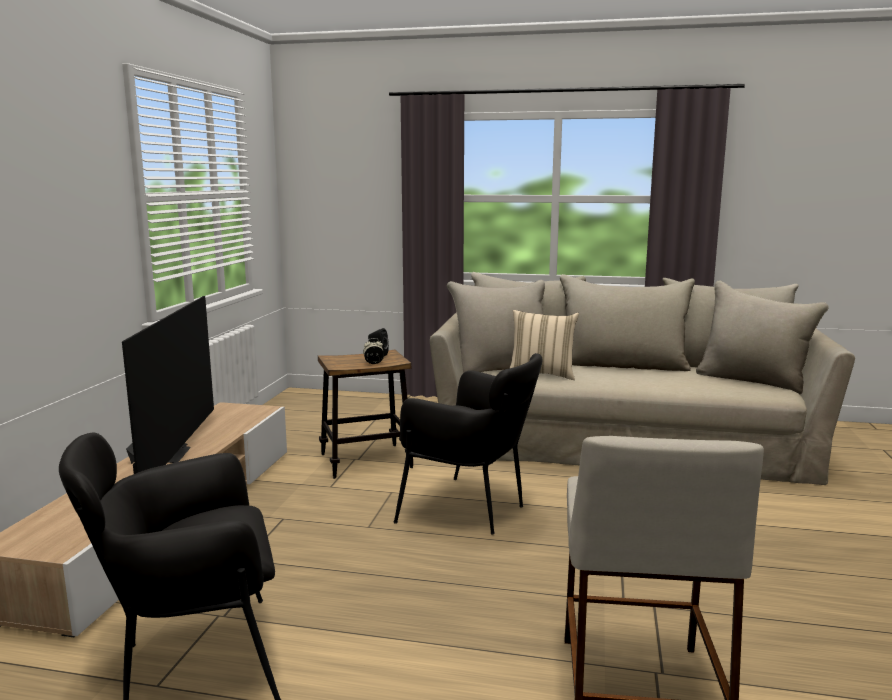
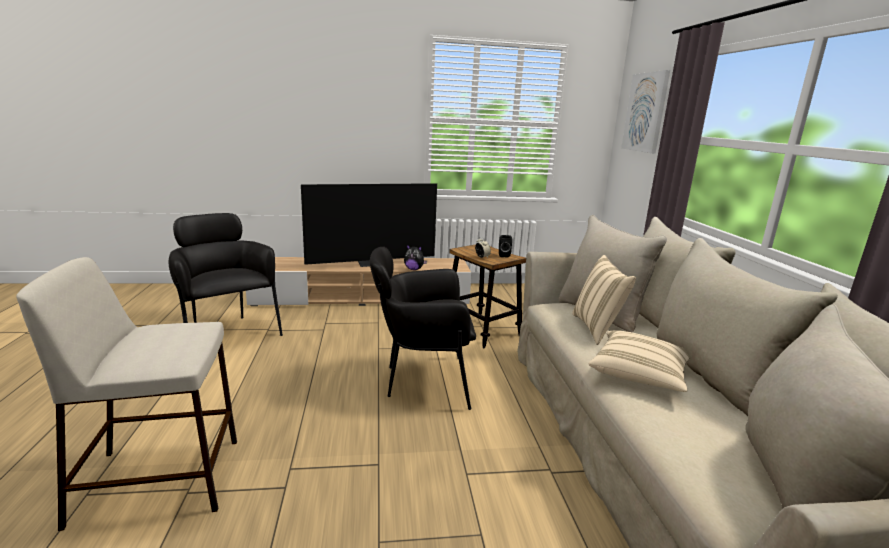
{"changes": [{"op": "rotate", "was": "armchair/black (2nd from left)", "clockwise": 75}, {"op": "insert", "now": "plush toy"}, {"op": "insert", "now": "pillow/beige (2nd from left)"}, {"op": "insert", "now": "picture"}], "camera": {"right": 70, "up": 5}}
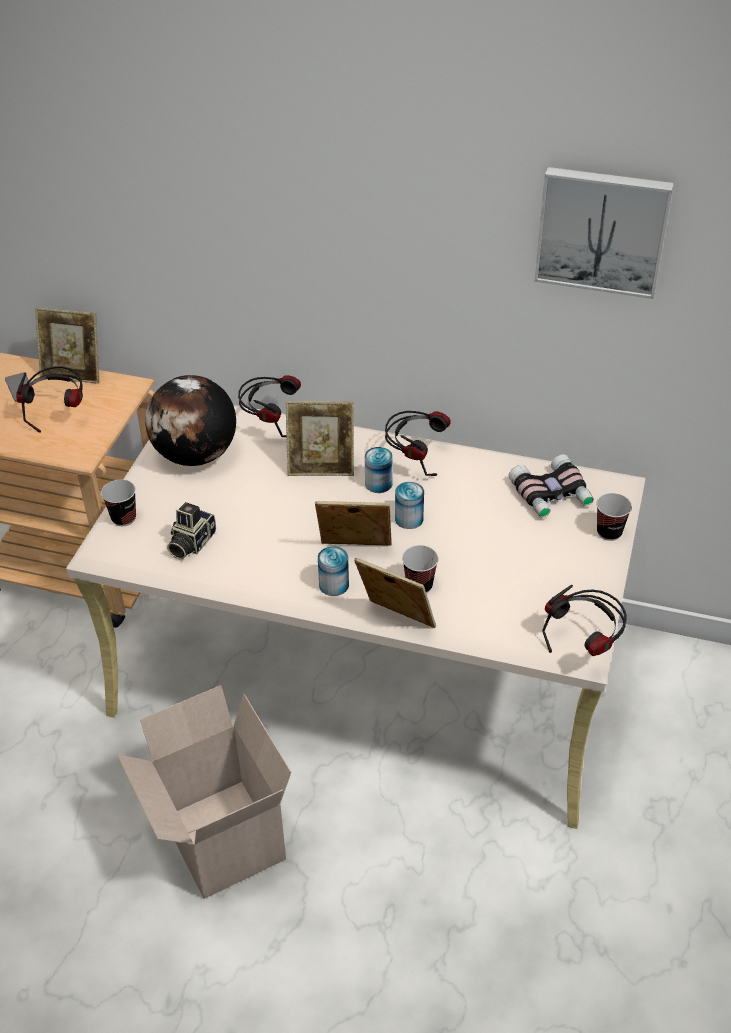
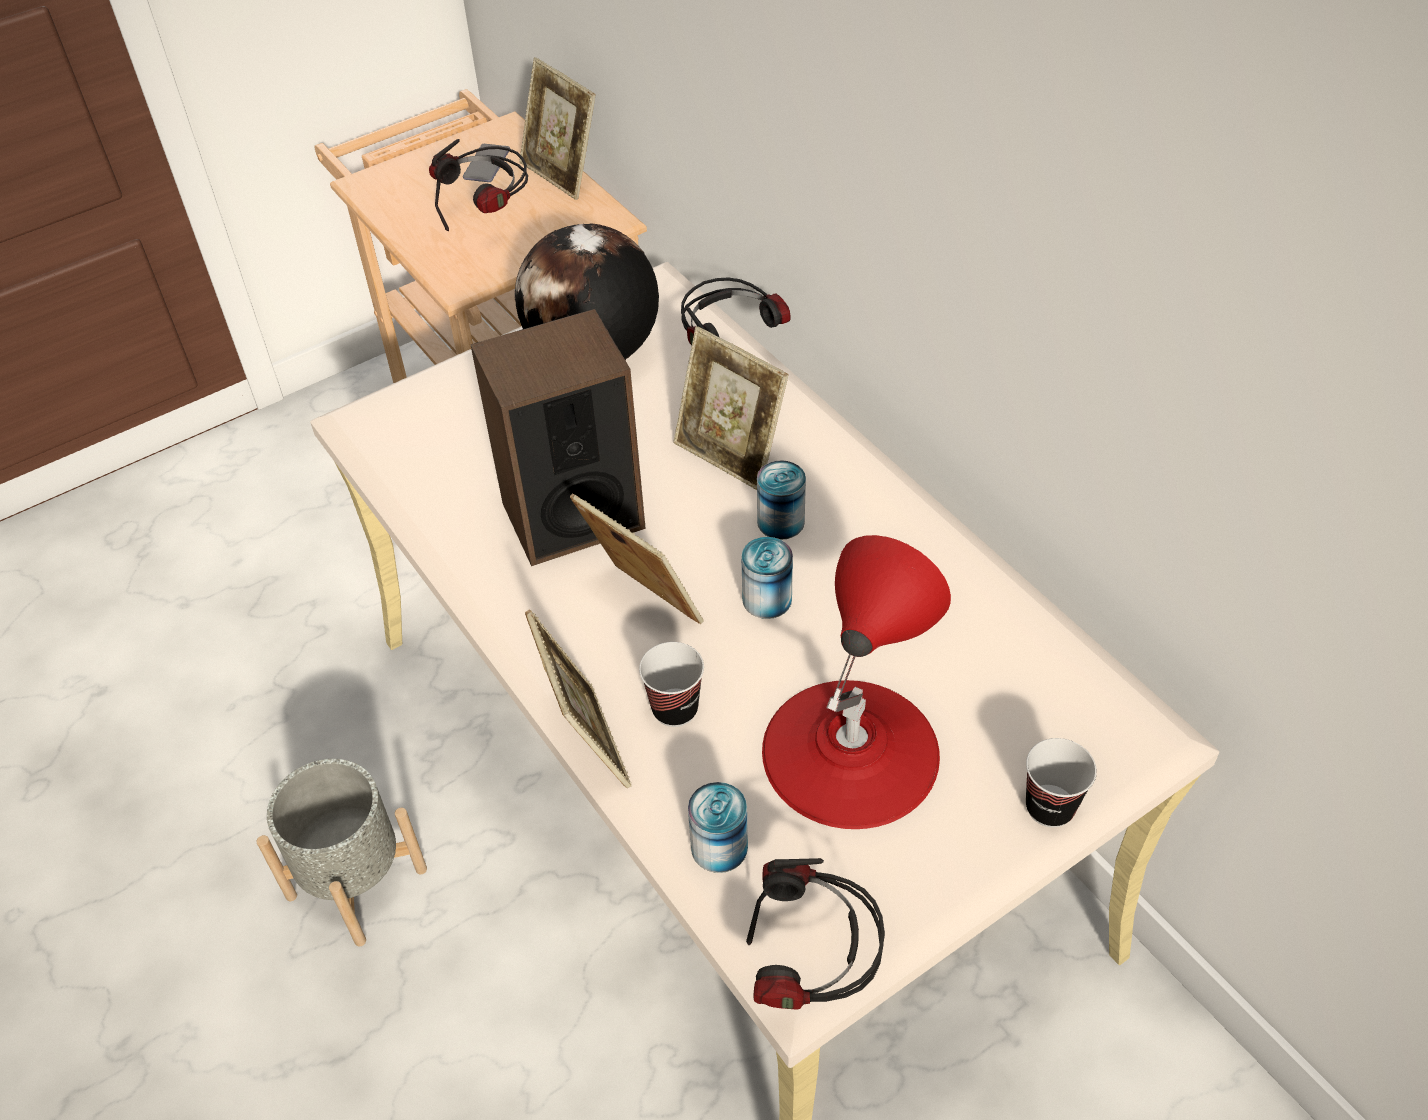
{"changes": [{"op": "delete", "was": "cup (1st from left)"}, {"op": "replace", "was": "cardboard box", "now": "planter/grey"}, {"op": "delete", "was": "photo camera"}, {"op": "move", "was": "can (1st from left)"}, {"op": "delete", "was": "headphones (3rd from left)"}, {"op": "delete", "was": "binoculars"}, {"op": "delete", "was": "picture"}, {"op": "insert", "now": "speaker"}, {"op": "insert", "now": "table lamp/red"}], "camera": {"right": 40, "up": 5}}
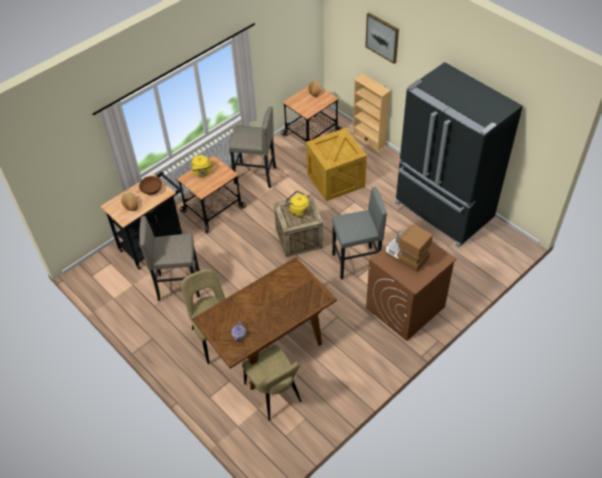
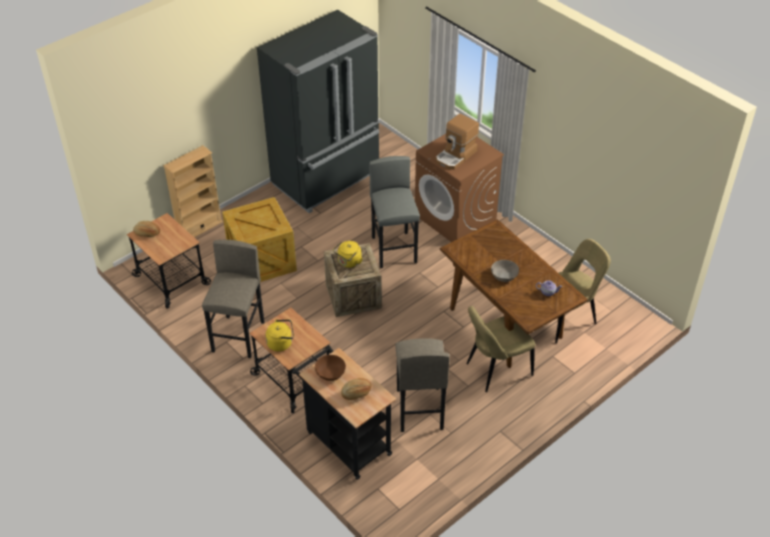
{"changes": [{"op": "delete", "was": "picture"}, {"op": "insert", "now": "bowl/grey"}], "camera": {"right": -90, "up": -5}}
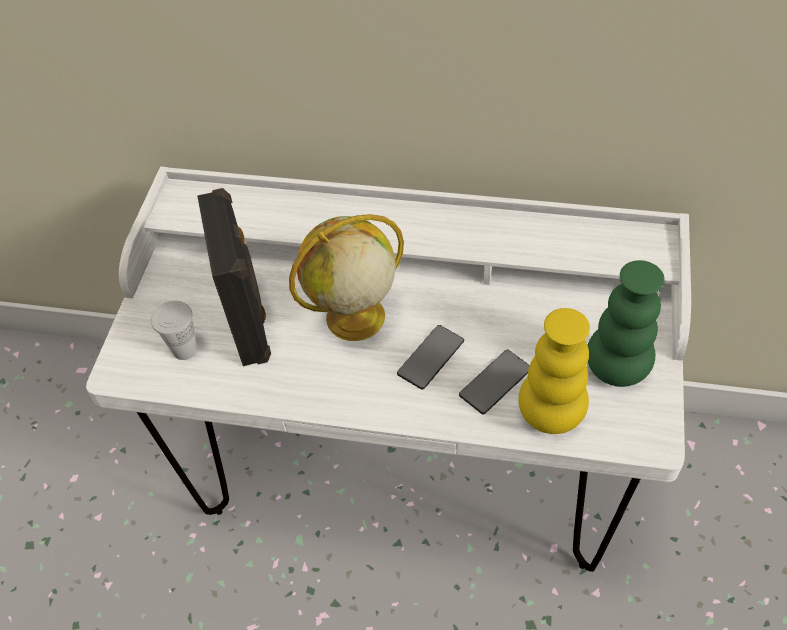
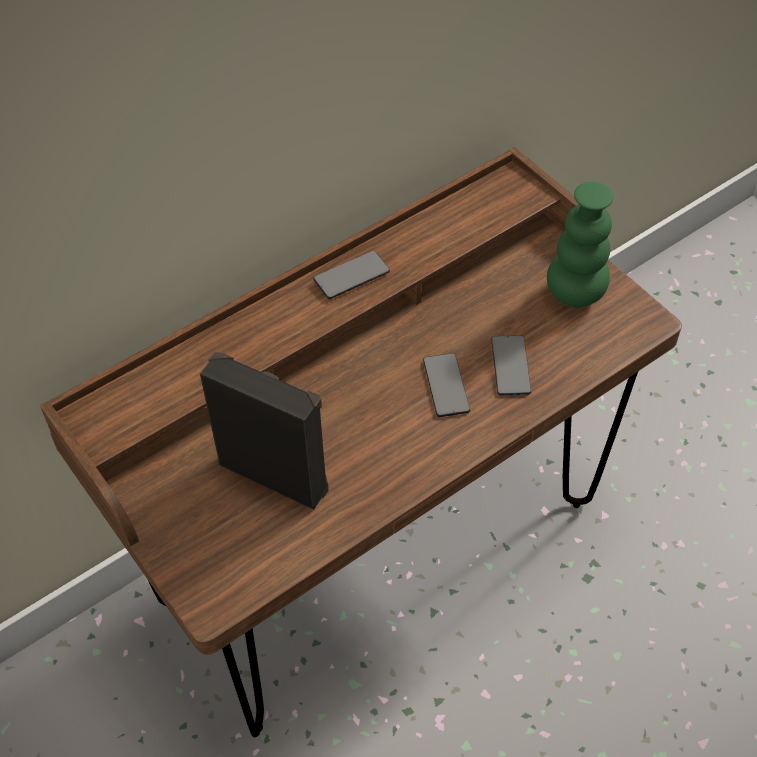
{"changes": [{"op": "recolor", "was": "desk/white", "now": "desk/brown"}, {"op": "delete", "was": "cup/white"}, {"op": "delete", "was": "globe"}, {"op": "delete", "was": "vase/yellow"}, {"op": "insert", "now": "phone (1st from left)"}], "camera": {"right": -50, "up": 0}}
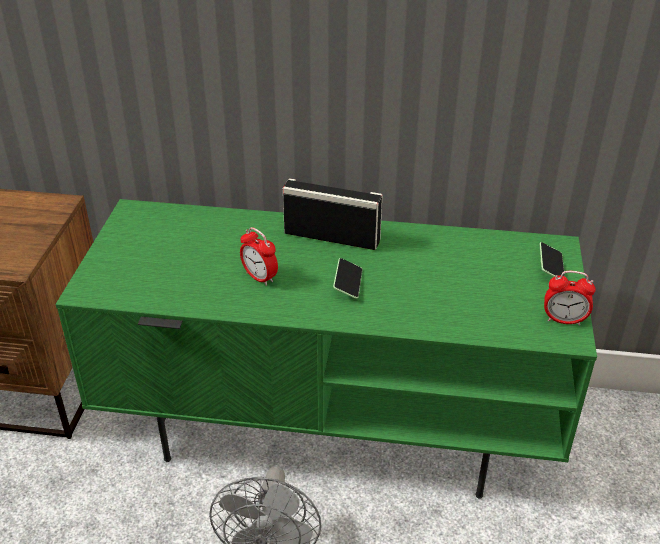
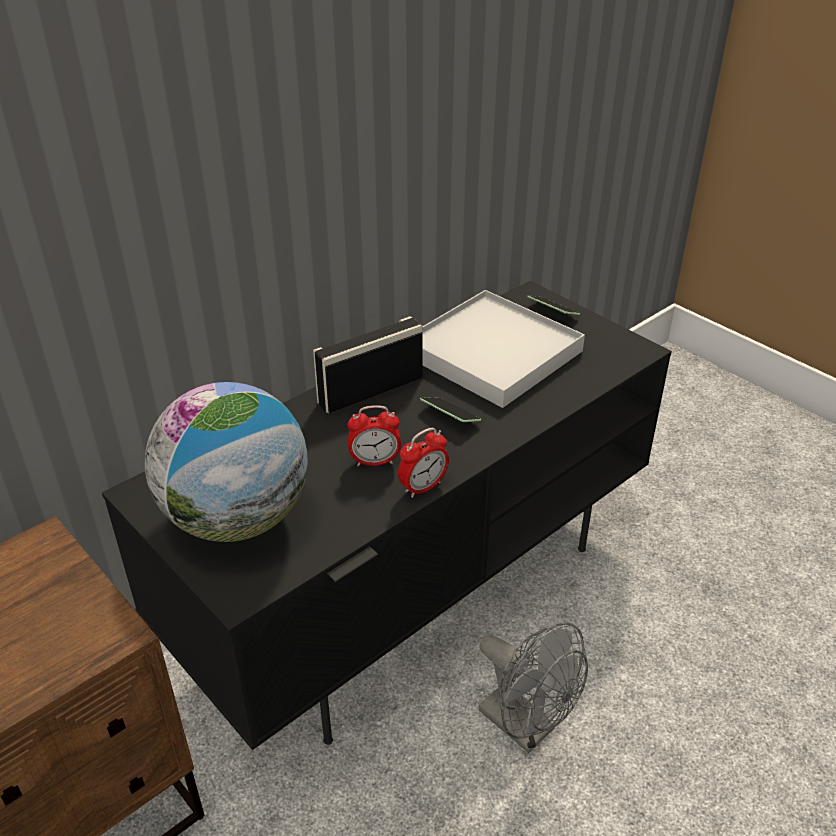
{"changes": [{"op": "recolor", "was": "tv stand/green", "now": "tv stand/black"}, {"op": "move", "was": "alarm clock (2nd from left)"}, {"op": "insert", "now": "globe"}, {"op": "insert", "now": "tray/white"}], "camera": {"right": -50, "up": 0}}
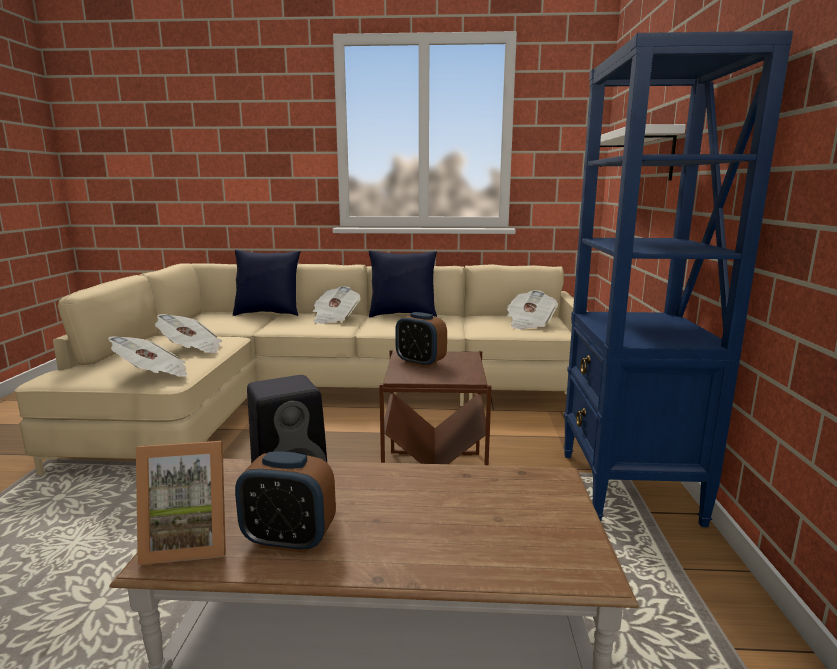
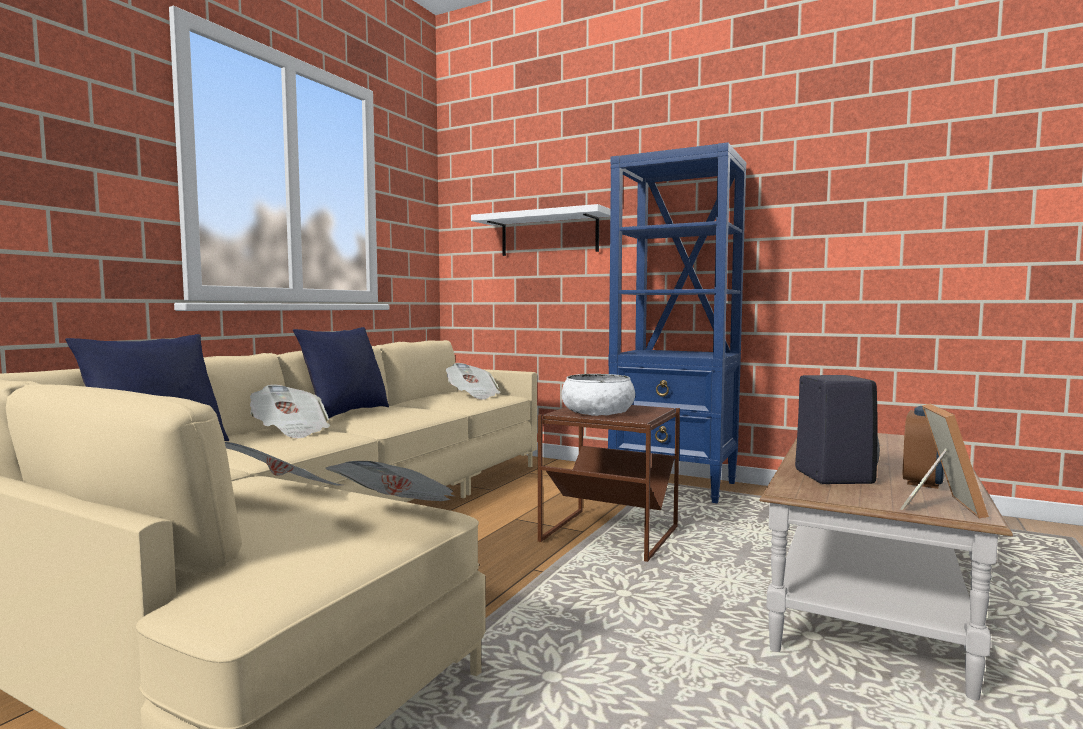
{"changes": [{"op": "replace", "was": "alarm clock (2nd from left)", "now": "bowl/white"}], "camera": {"right": -65, "up": -10}}
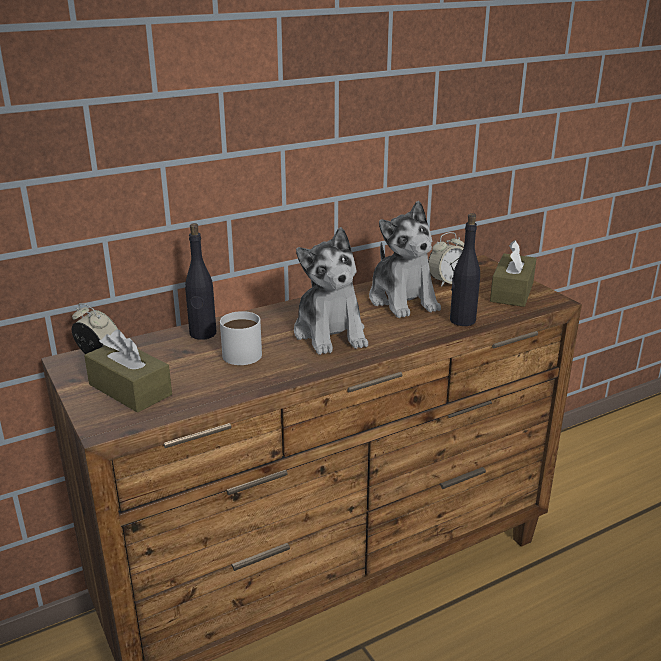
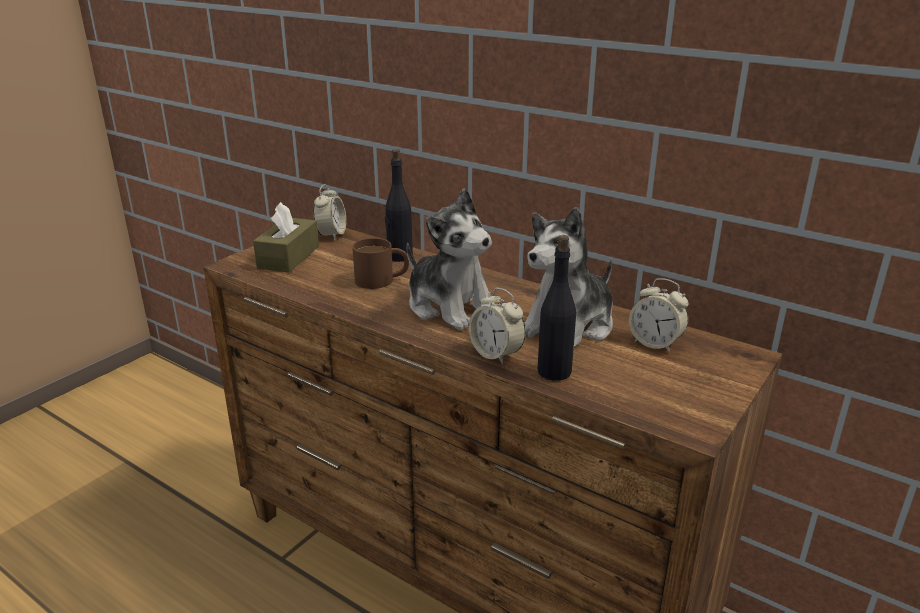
{"changes": [{"op": "recolor", "was": "mug/white", "now": "mug/brown"}, {"op": "rotate", "was": "plush toy (1st from left)", "clockwise": -90}, {"op": "delete", "was": "tissue box/brown (2nd from left)"}, {"op": "insert", "now": "alarm clock (2nd from left)"}], "camera": {"right": 65, "up": 0}}
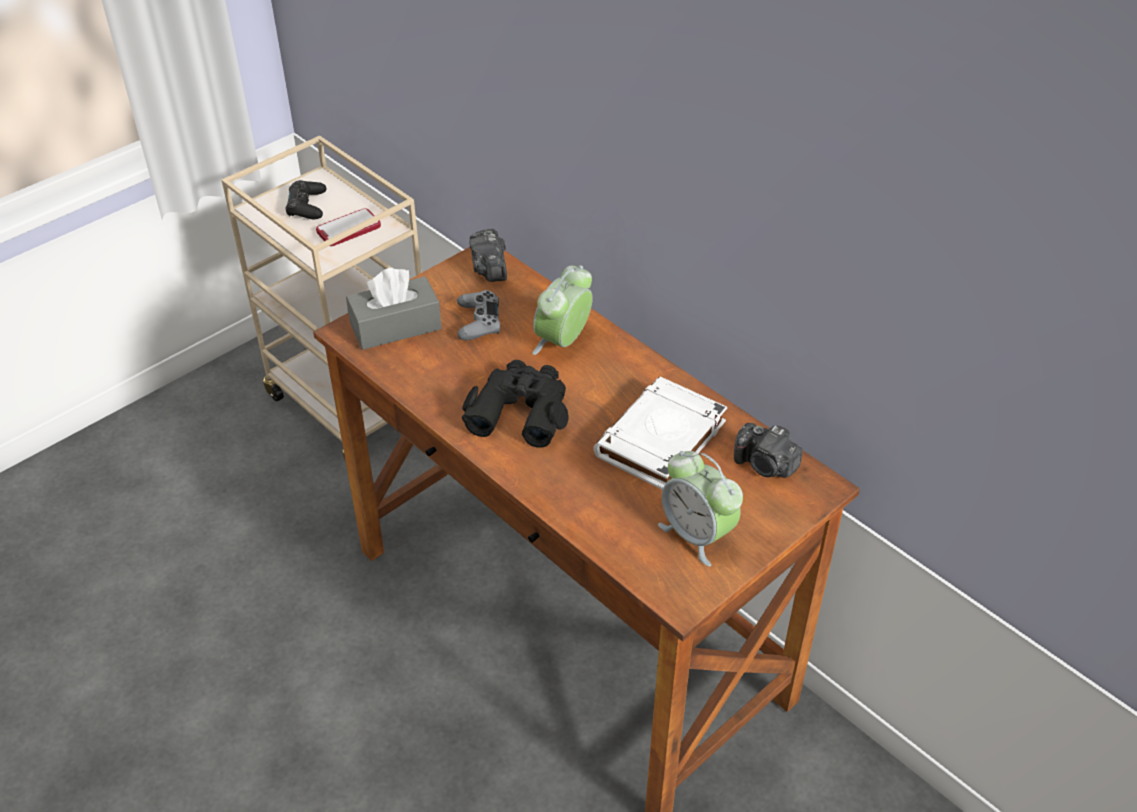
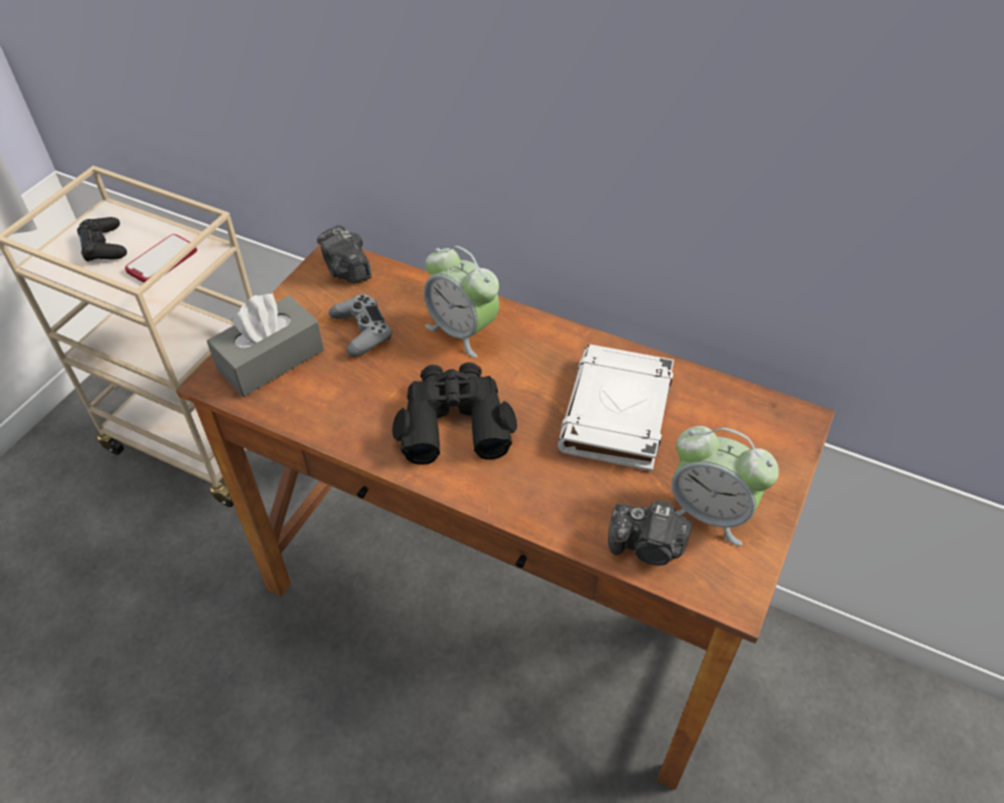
{"changes": [{"op": "rotate", "was": "alarm clock (1st from left)", "clockwise": -60}, {"op": "move", "was": "photo camera (2nd from left)"}], "camera": {"right": -20, "up": 5}}
